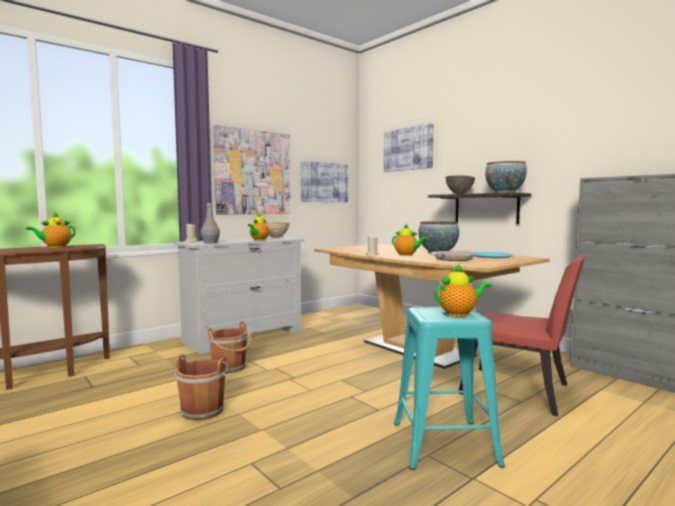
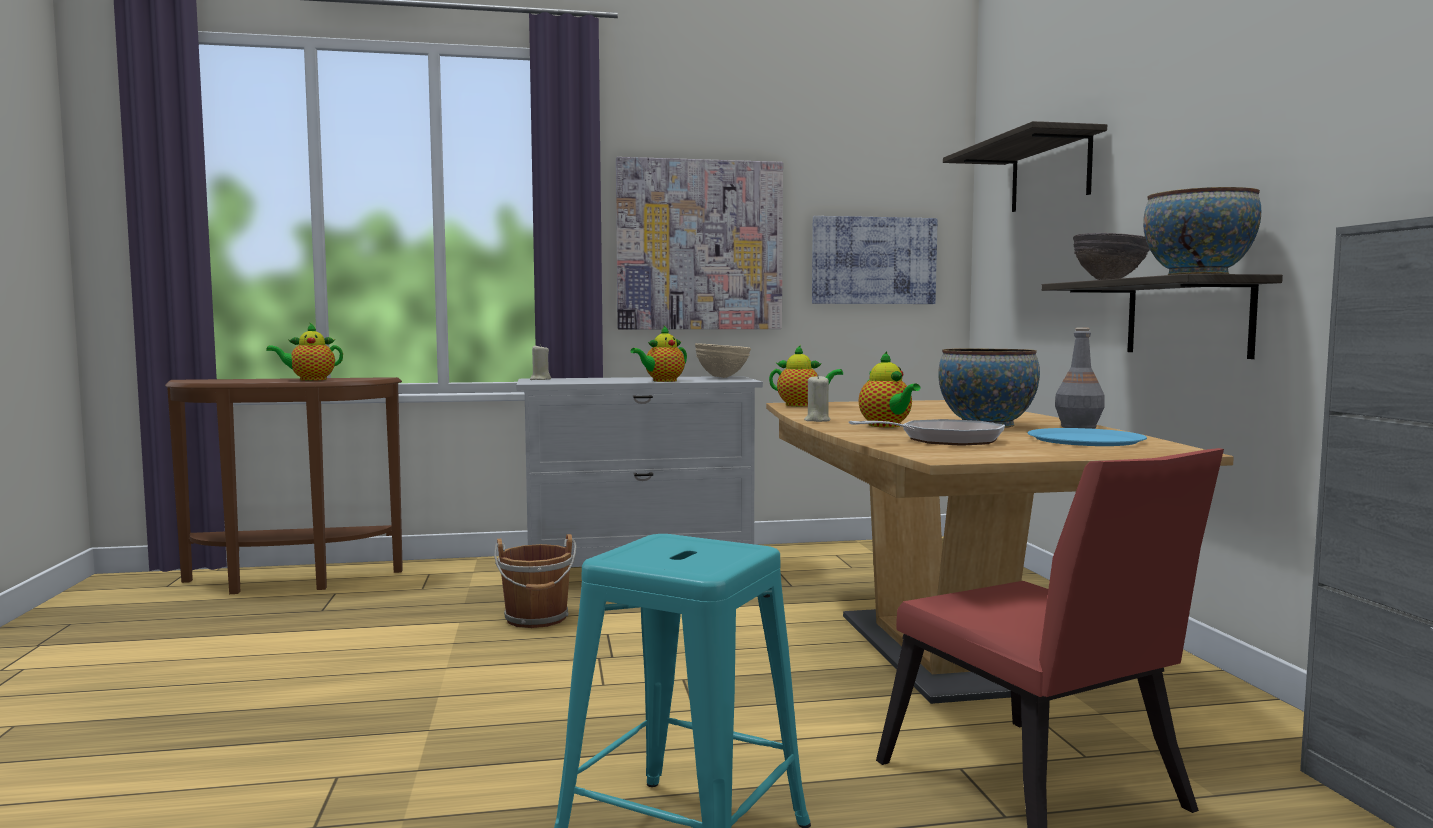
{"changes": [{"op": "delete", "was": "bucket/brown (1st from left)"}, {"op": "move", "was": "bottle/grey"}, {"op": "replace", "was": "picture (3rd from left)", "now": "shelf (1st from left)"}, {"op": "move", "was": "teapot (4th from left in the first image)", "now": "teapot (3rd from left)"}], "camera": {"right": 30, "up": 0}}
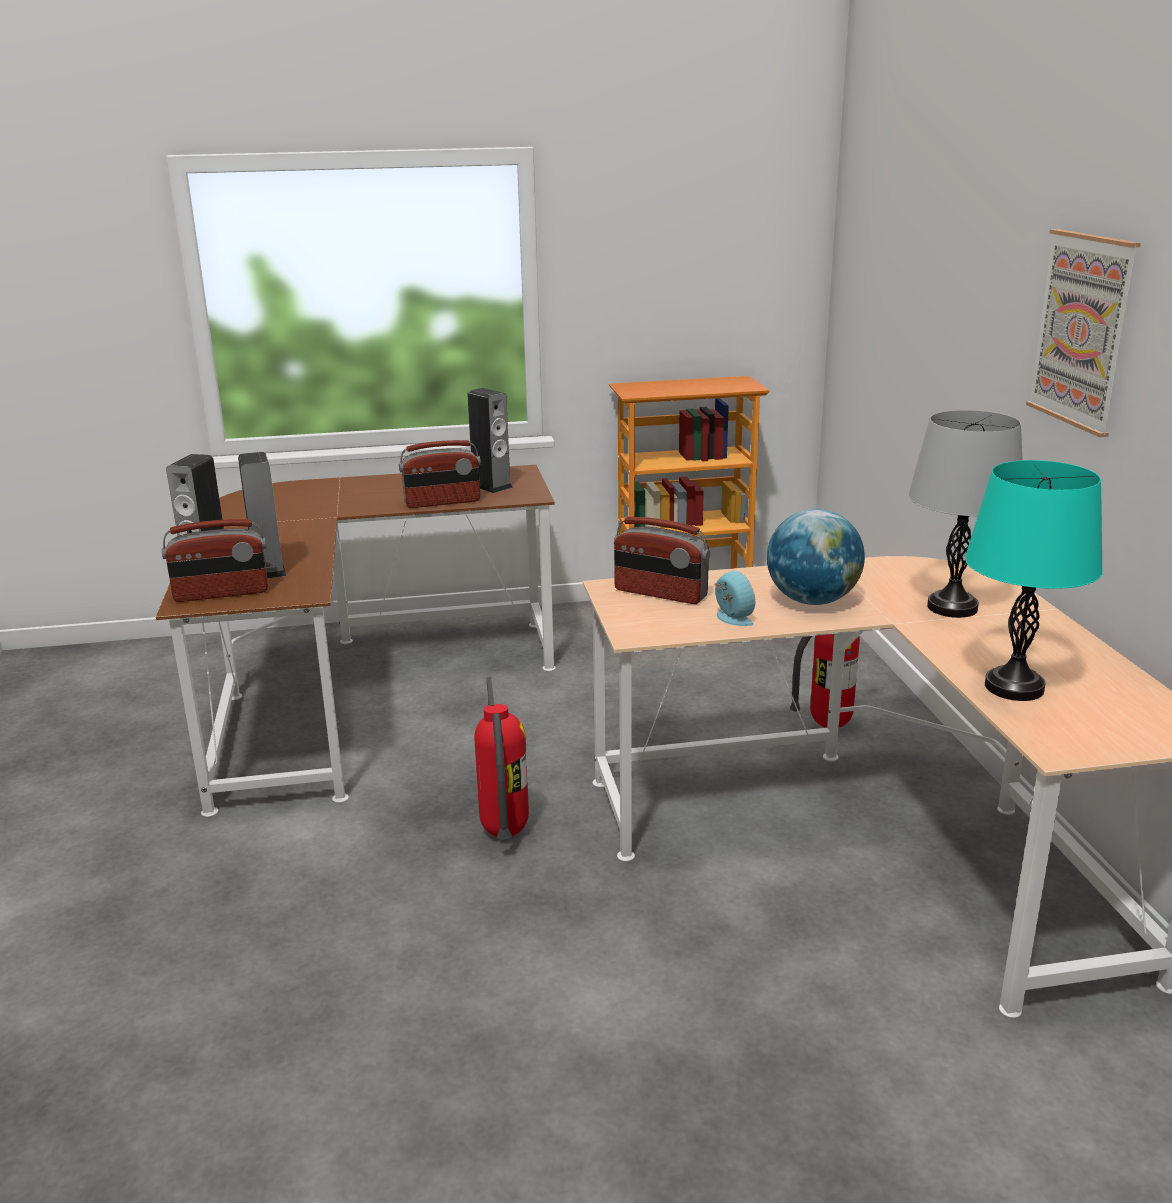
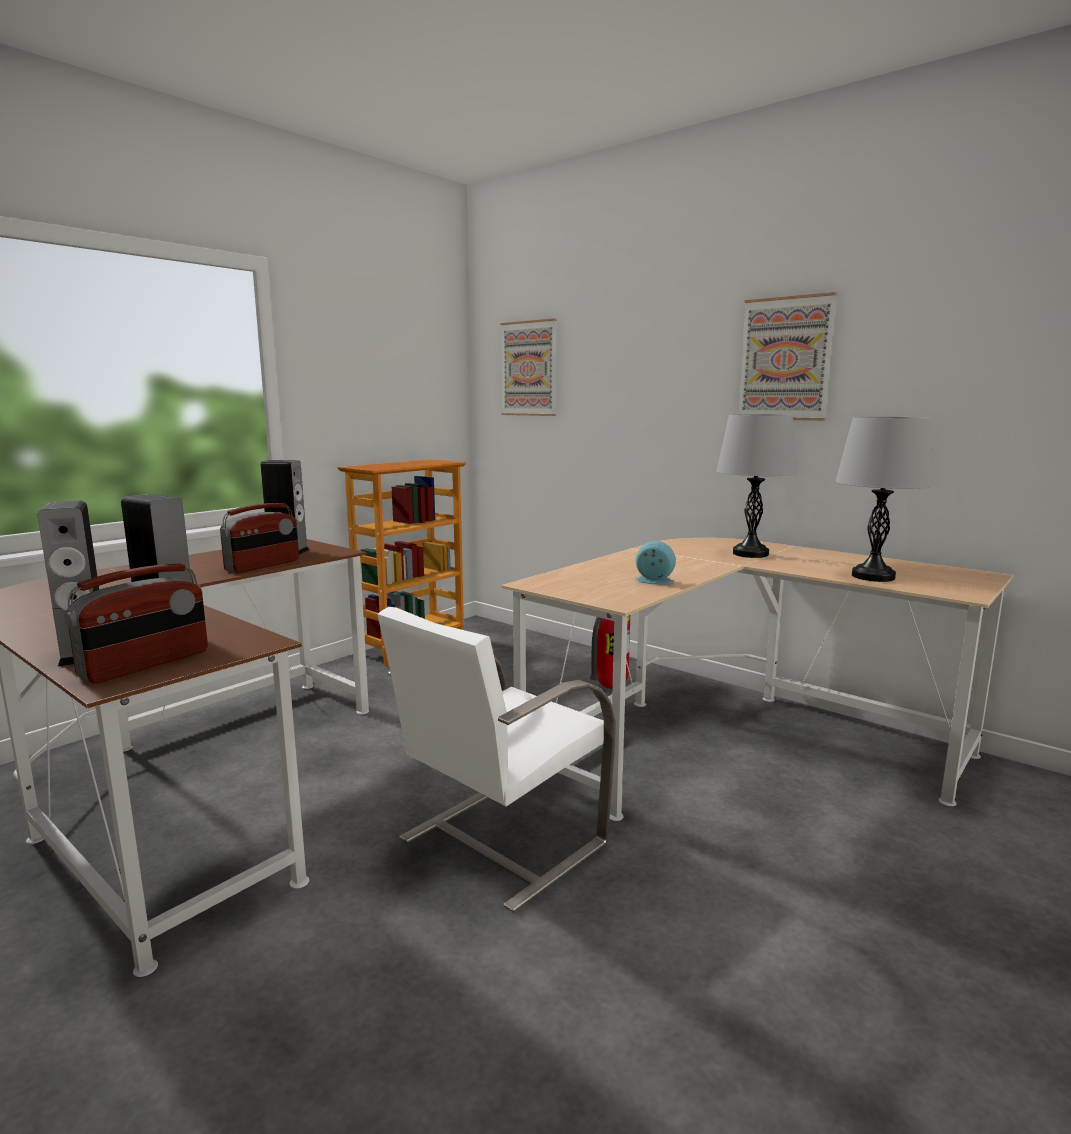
{"changes": [{"op": "replace", "was": "fire extinguisher (1st from left)", "now": "chair/white"}, {"op": "delete", "was": "radio (3rd from left)"}, {"op": "delete", "was": "globe"}, {"op": "recolor", "was": "table lamp/turquoise", "now": "table lamp/grey (2nd from left)"}, {"op": "insert", "now": "picture (1st from left)"}], "camera": {"right": -40, "up": -10}}
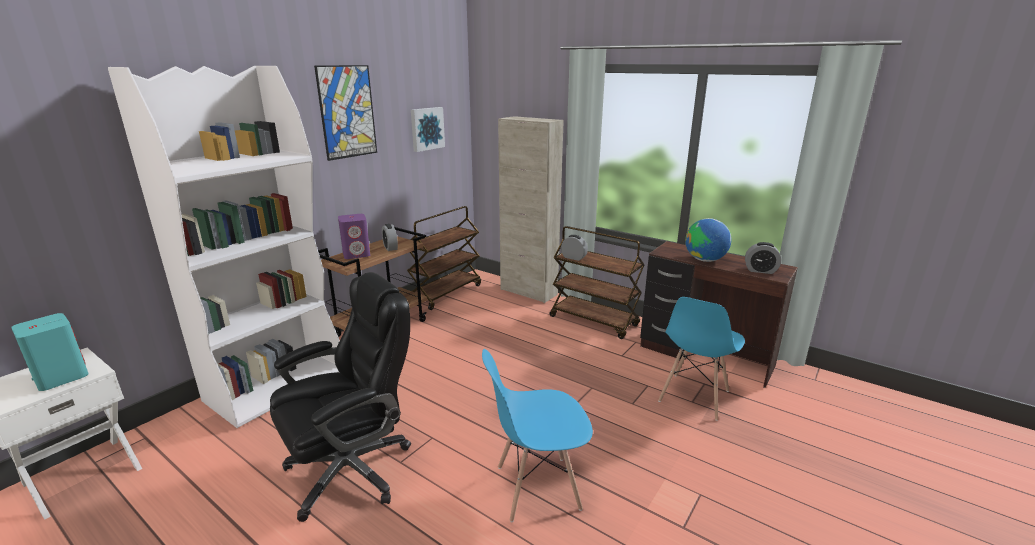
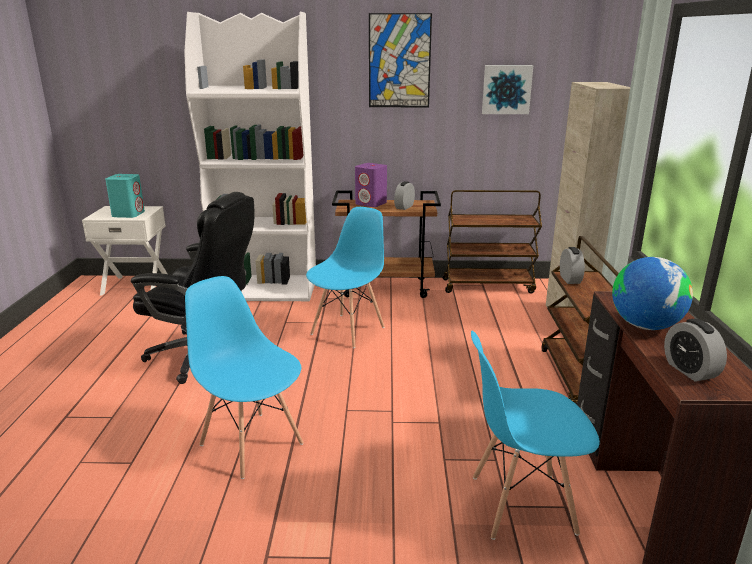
{"changes": [{"op": "insert", "now": "chair/blue (2nd from left)"}], "camera": {"right": 55, "up": 0}}
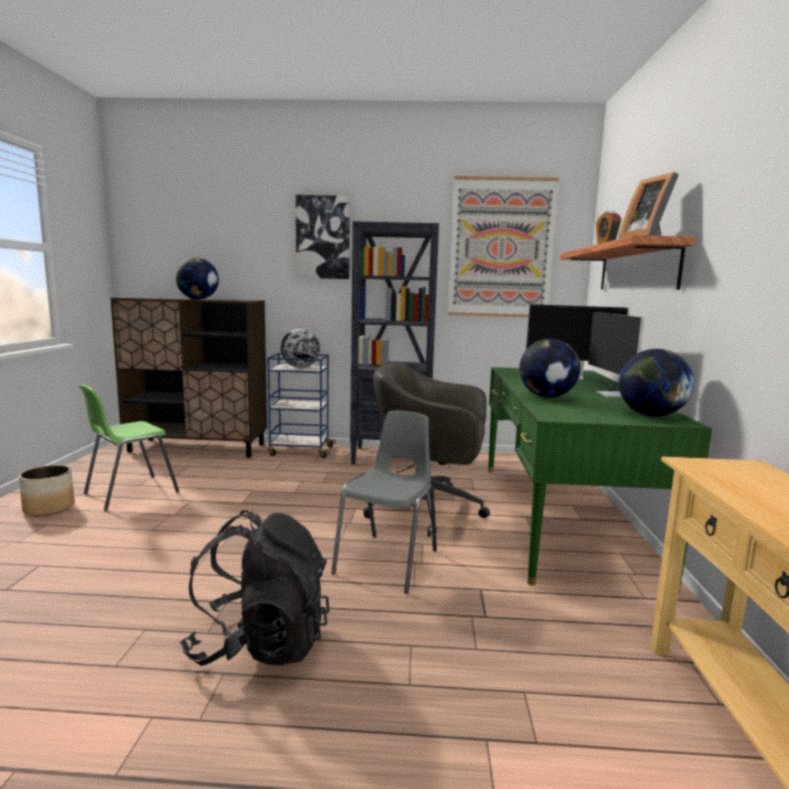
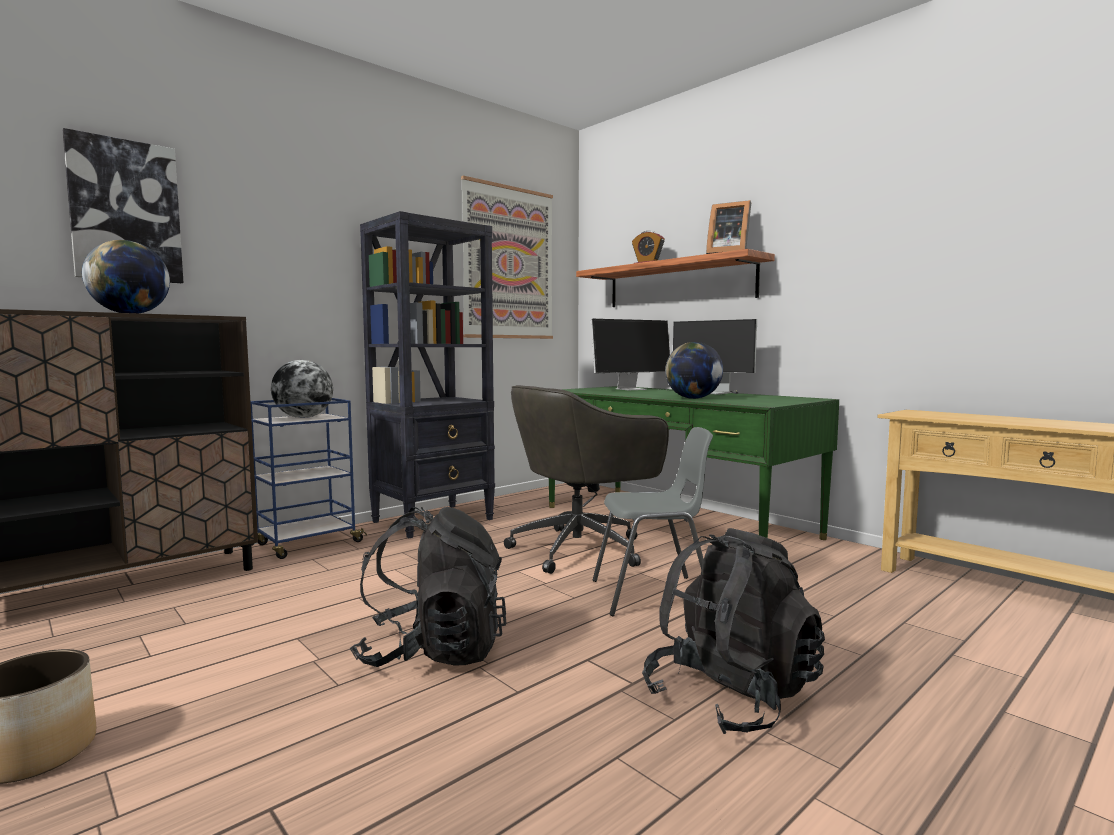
{"changes": [{"op": "delete", "was": "chair/green"}, {"op": "move", "was": "picture (1st from left)"}, {"op": "rotate", "was": "chair/grey", "clockwise": 105}, {"op": "delete", "was": "globe (4th from left)"}, {"op": "insert", "now": "backpack/black (1st from left)"}], "camera": {"right": -45, "up": -5}}
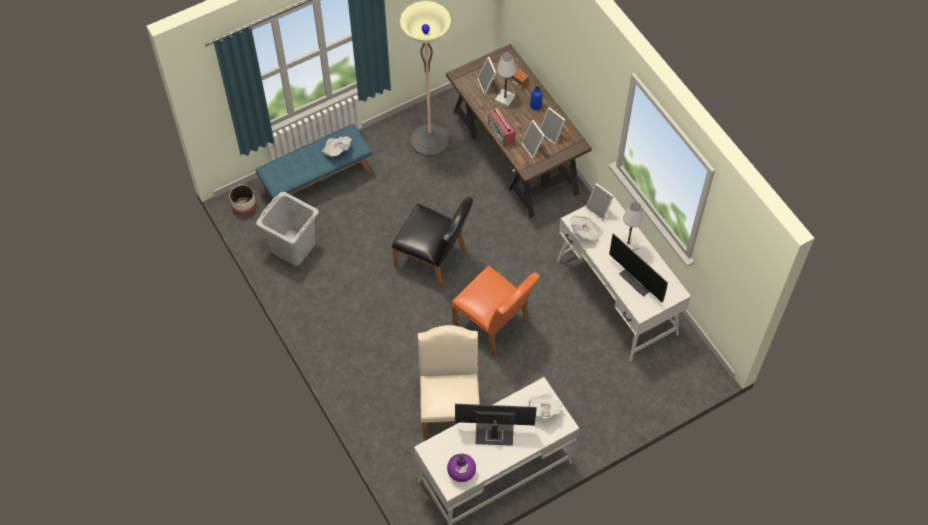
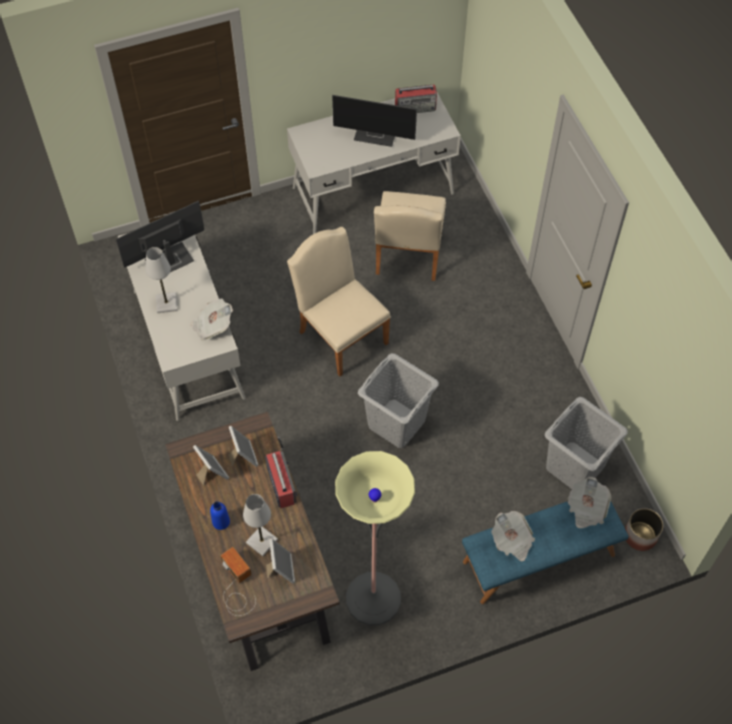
{"changes": [{"op": "replace", "was": "chair/black", "now": "laundry basket/grey (1st from left)"}, {"op": "replace", "was": "vase/purple", "now": "radio (3rd from left)"}, {"op": "recolor", "was": "chair/orange", "now": "chair/beige (1st from left)"}, {"op": "move", "was": "newspaper (2nd from left in the first image)", "now": "newspaper (3rd from left)"}, {"op": "delete", "was": "picture frame (4th from left)"}, {"op": "rotate", "was": "monitor (2nd from left in the first image)", "clockwise": -90}], "camera": {"right": -170, "up": 0}}
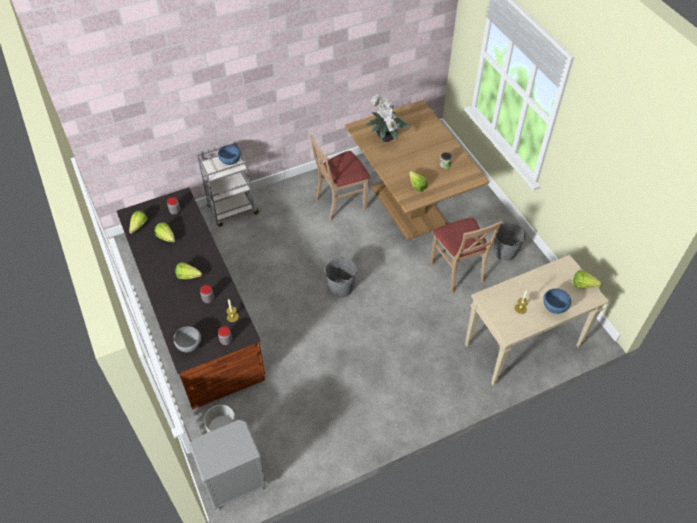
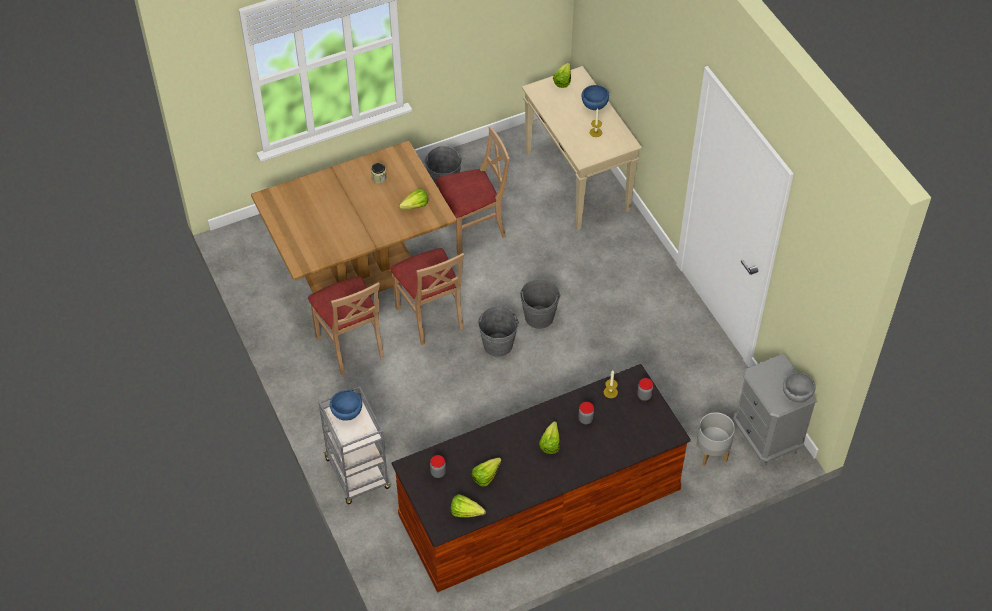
{"changes": [{"op": "move", "was": "bowl/grey"}, {"op": "delete", "was": "potted plant"}, {"op": "insert", "now": "chair/beige (2nd from left)"}, {"op": "insert", "now": "bucket/grey (3rd from left)"}], "camera": {"right": -90, "up": 0}}
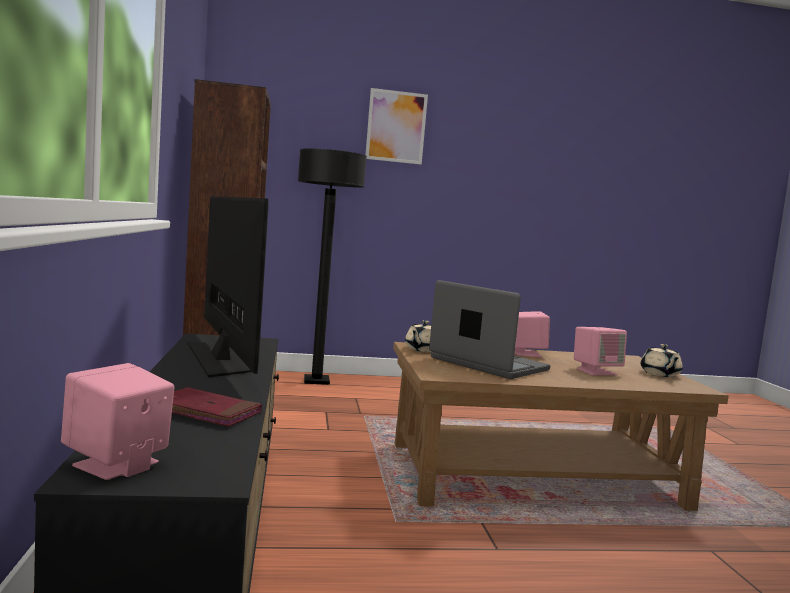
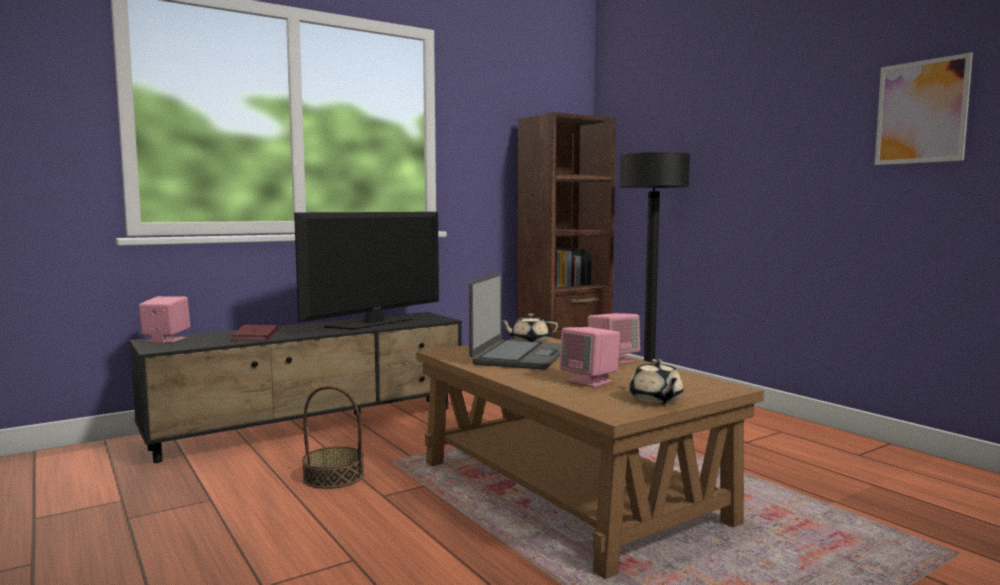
{"changes": [{"op": "move", "was": "picture"}, {"op": "rotate", "was": "teapot/beige (2nd from left)", "clockwise": -75}, {"op": "insert", "now": "basket"}], "camera": {"right": 65, "up": 0}}
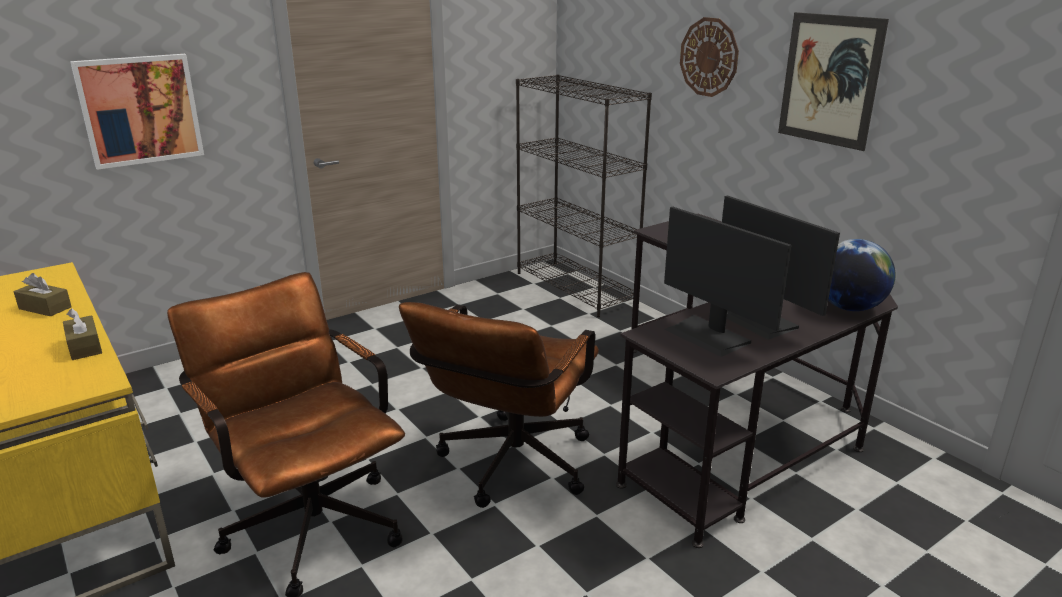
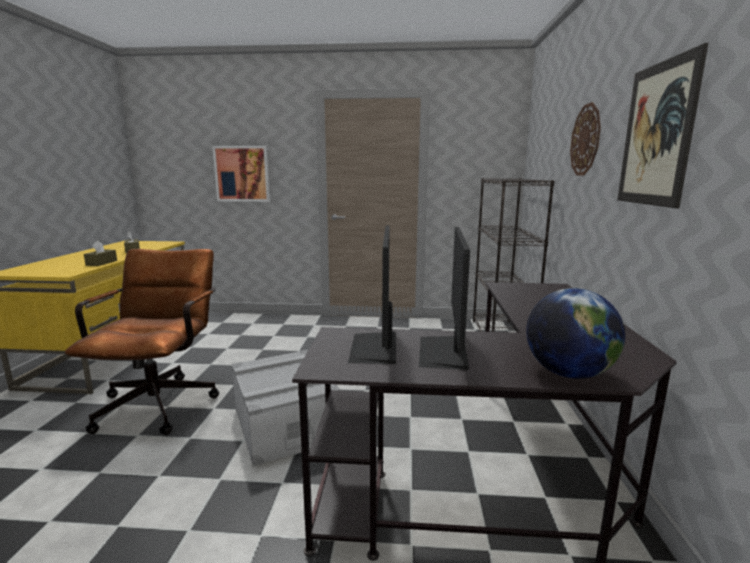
{"changes": [{"op": "replace", "was": "office chair/brown (2nd from left)", "now": "storage box/grey"}], "camera": {"right": 40, "up": -10}}
